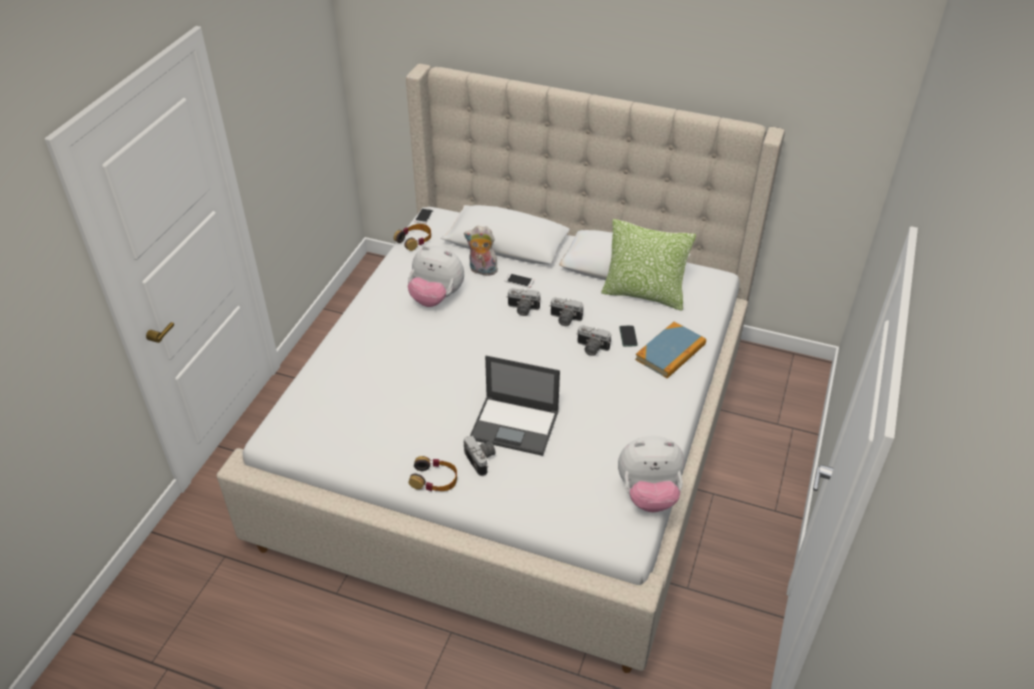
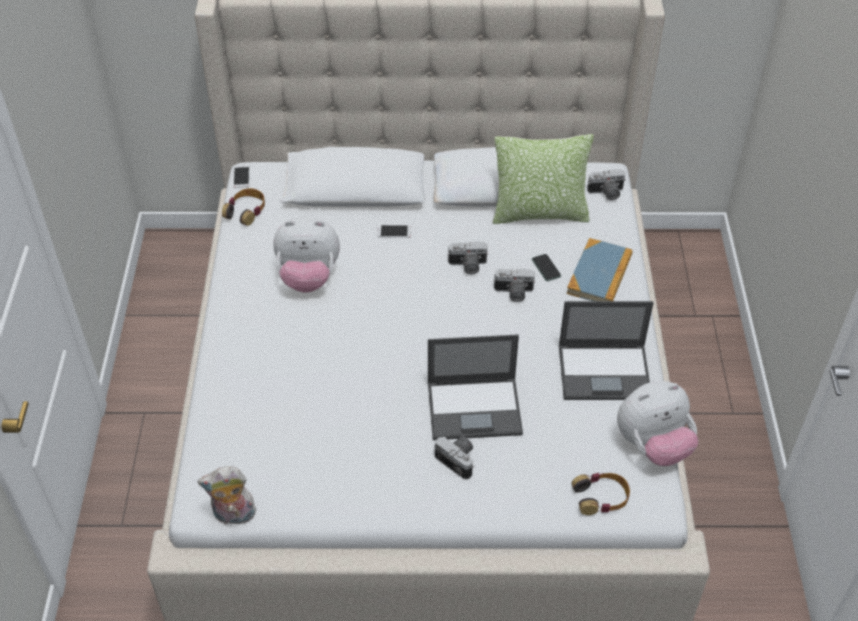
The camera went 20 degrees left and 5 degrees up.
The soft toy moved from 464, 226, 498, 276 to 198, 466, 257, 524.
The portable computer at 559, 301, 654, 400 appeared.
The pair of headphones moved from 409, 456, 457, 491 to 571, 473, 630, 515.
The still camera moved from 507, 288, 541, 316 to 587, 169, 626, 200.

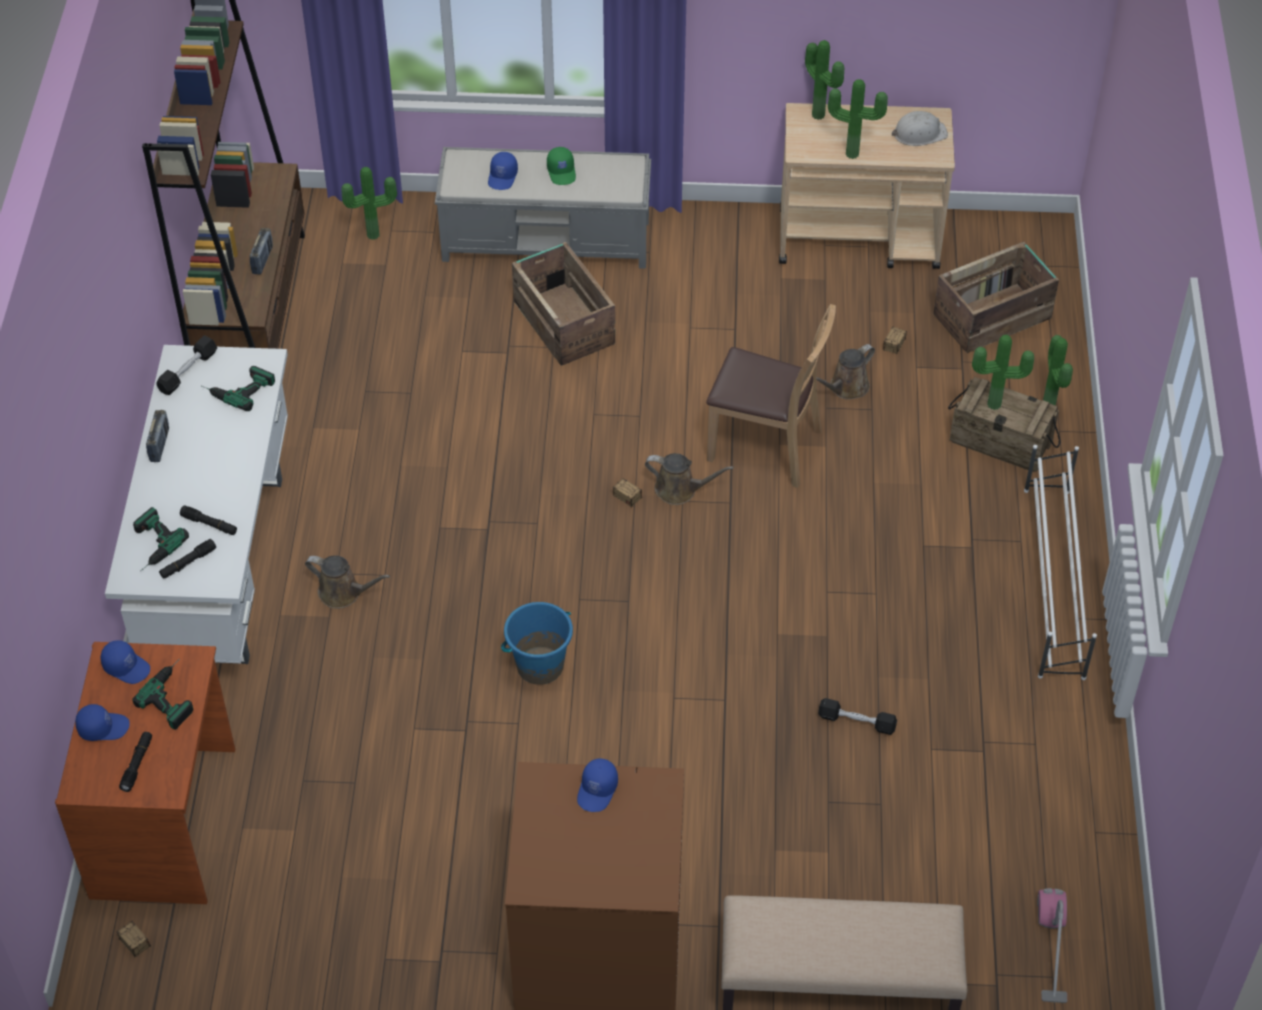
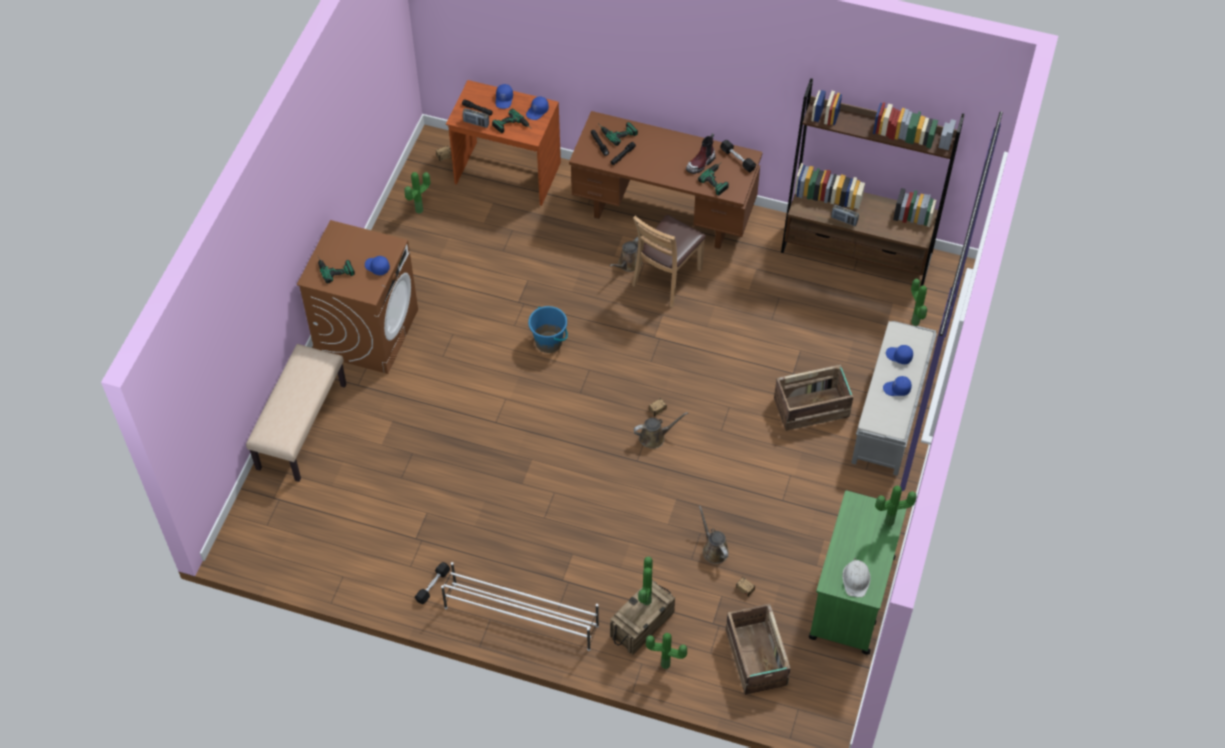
The camera went 105 degrees right and 5 degrees up.
The power drill at 318, 257, 355, 283 appeared.
The plant in a pot moved from 828, 79, 888, 159 to 404, 172, 431, 214.
The black-coloured dumbbell moved from 818, 698, 897, 735 to 415, 562, 450, 604.
The radio set moved from 146, 410, 169, 462 to 463, 108, 489, 128.
The white-coloured desk table at 105, 345, 288, 664 became the brown-coloured desk table at 569, 111, 762, 249.
The brown-coloured chair moved from 706, 304, 836, 488 to 632, 215, 706, 307.
The brown-coloured watering can at 645, 453, 734, 505 turned 135 degrees counterclockwise.
The boot at 686, 133, 716, 174 appeared.
The beige-coloured trolley at 779, 103, 955, 269 became the greenish trolley at 809, 490, 907, 655.
The greenish baseball cap at 547, 147, 576, 185 became the blue baseball cap at 883, 376, 912, 396.
The vacuum at 1037, 888, 1067, 1003 disappeared.

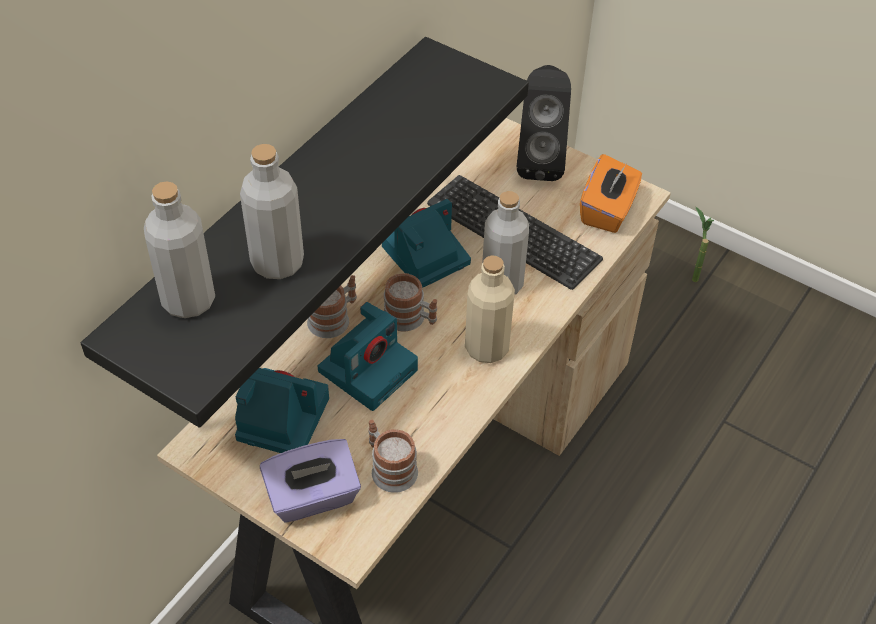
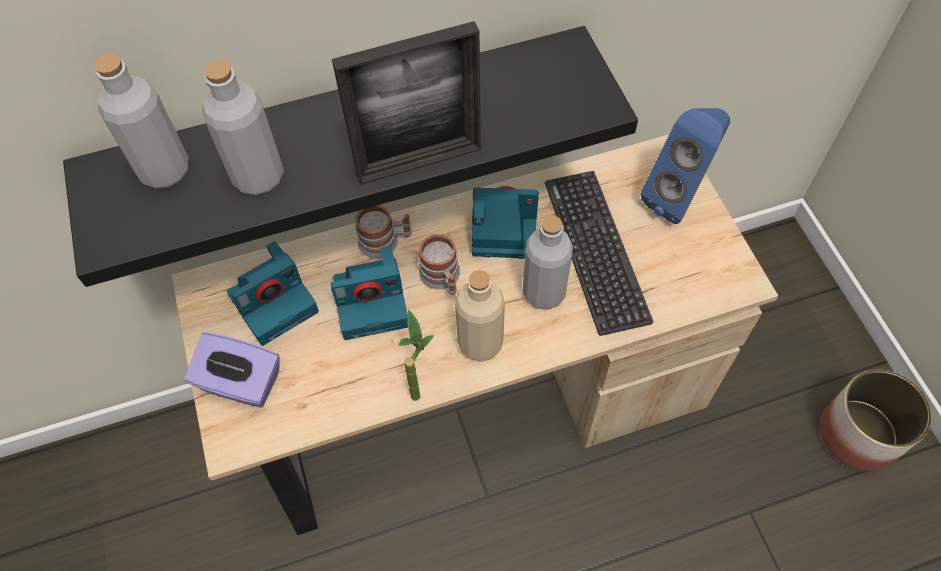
The camera went 40 degrees right and 10 degrees up.
The still camera at 235, 368, 329, 453 turned 90 degrees clockwise.
The picture frame at 332, 21, 481, 185 appeared.
The plant in a pot moved from 692, 207, 714, 282 to 399, 310, 434, 401.
The black-coloured audio speaker at 517, 65, 571, 181 became the blue audio speaker at 640, 108, 730, 224.
The flower pot at 820, 370, 931, 471 appeared.
The coffee mug at 368, 419, 418, 493 disappeared.
The orange-coloured tissue box at 580, 154, 642, 233 disappeared.

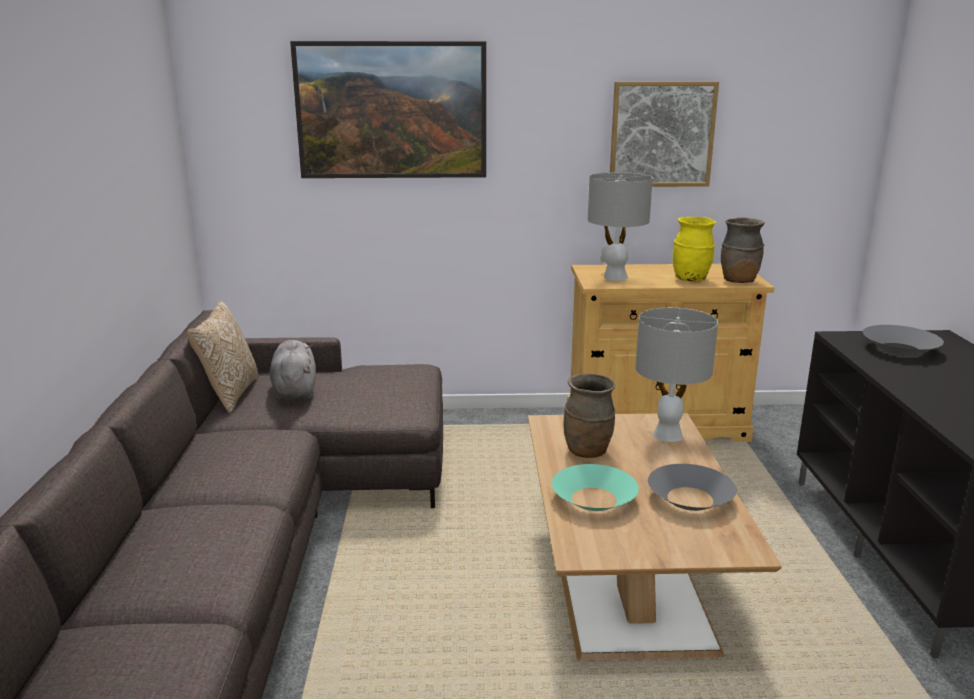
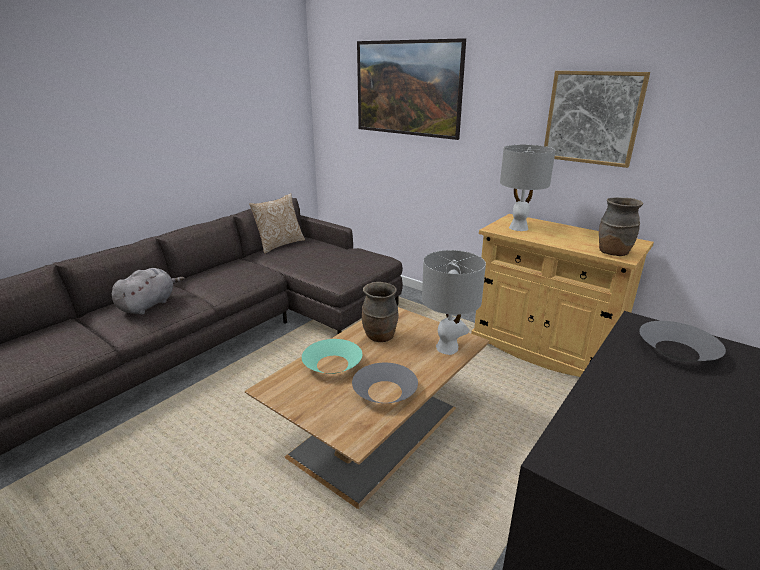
The camera went 40 degrees right and 5 degrees up.
The grey soft toy moved from 270, 340, 316, 400 to 112, 268, 185, 315.
The yellowish decorative vase at 673, 217, 716, 281 disappeared.

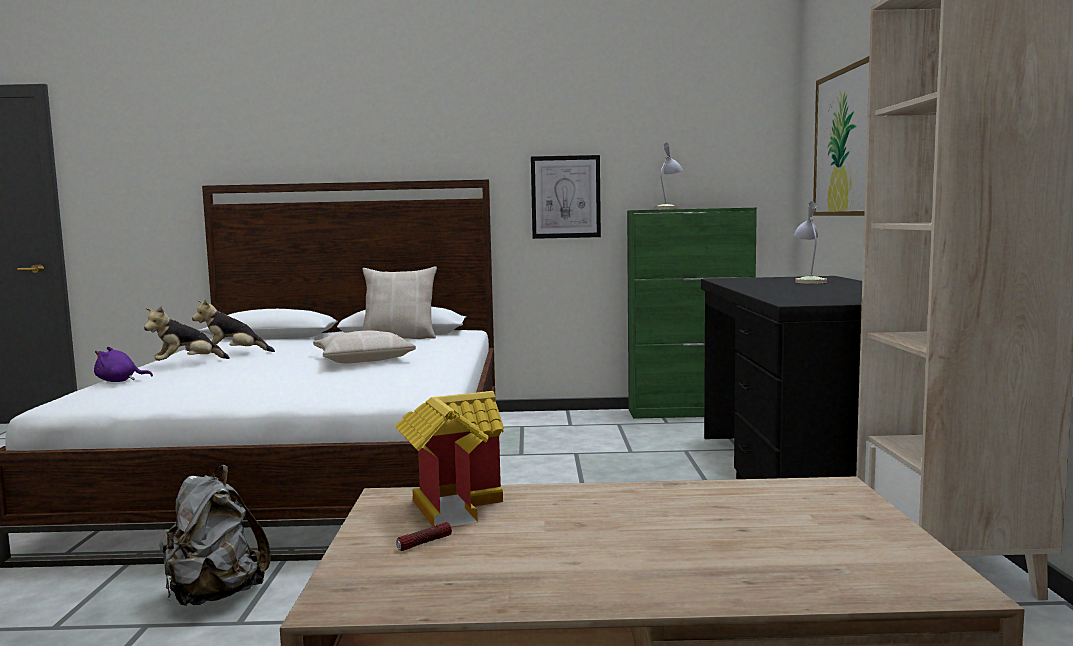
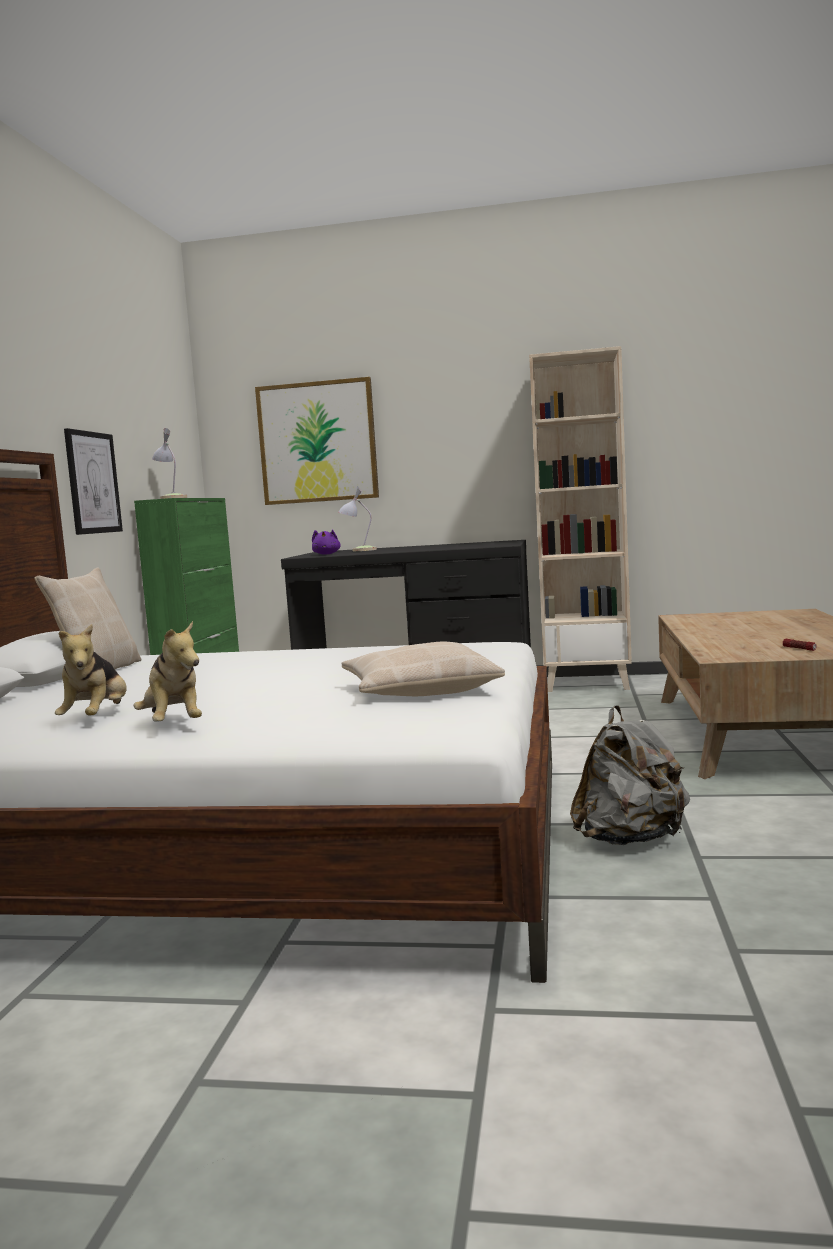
The camera went 80 degrees left and 0 degrees up.
The purplish soft toy moved from 94, 347, 153, 382 to 312, 530, 341, 555.
The beige-coloured cushion moved from 313, 330, 416, 363 to 341, 642, 505, 696.
The model house at 395, 391, 504, 527 disappeared.

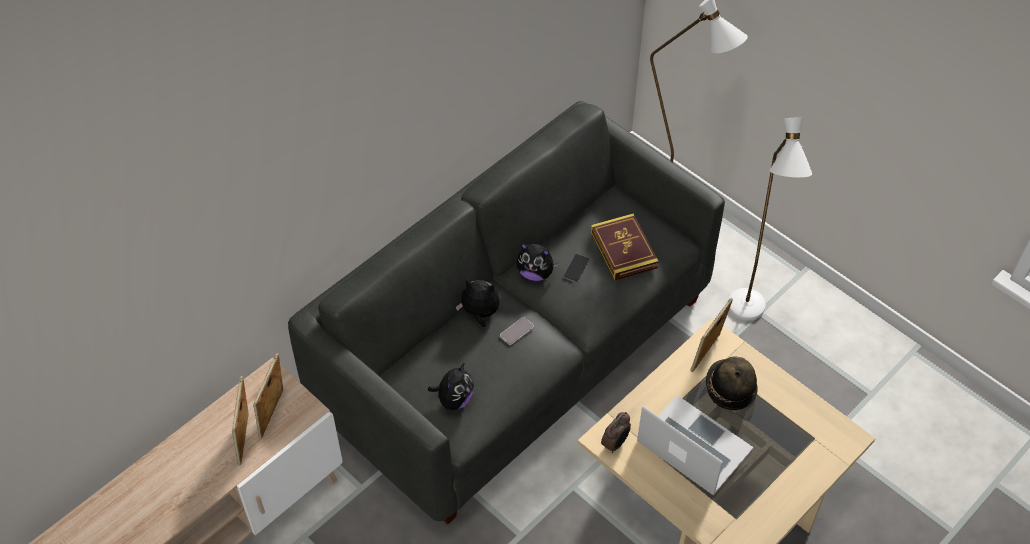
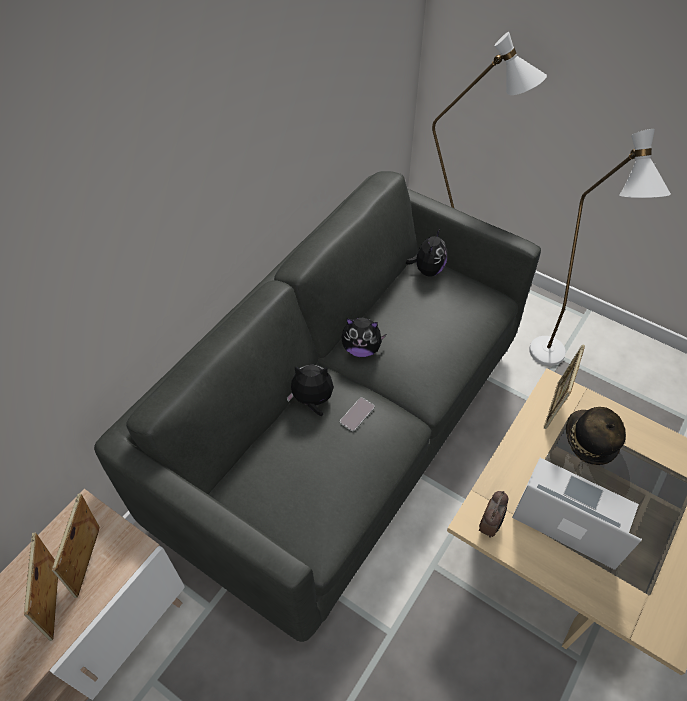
The camera went 10 degrees left and 0 degrees up.
The soft toy moved from 428, 363, 474, 410 to 406, 229, 447, 277.
The telephone at 564, 254, 589, 282 disappeared.
The book at 591, 214, 659, 280 disappeared.

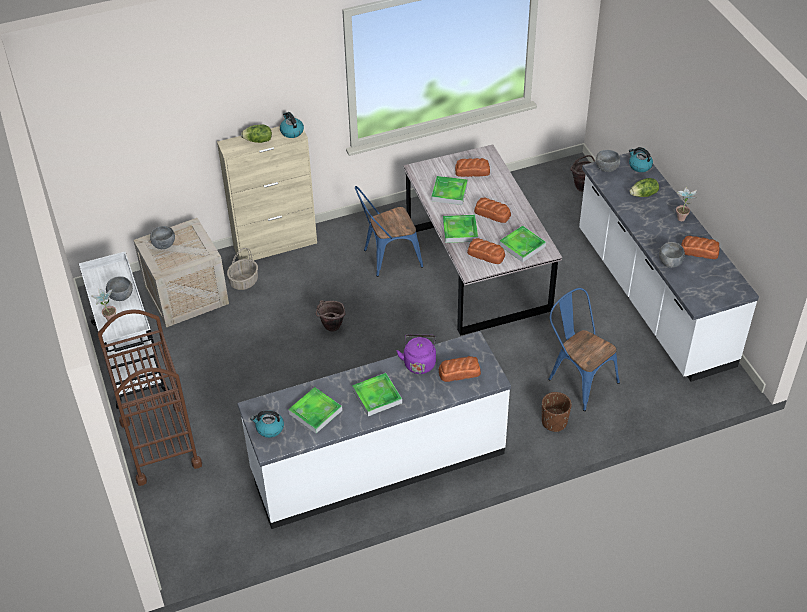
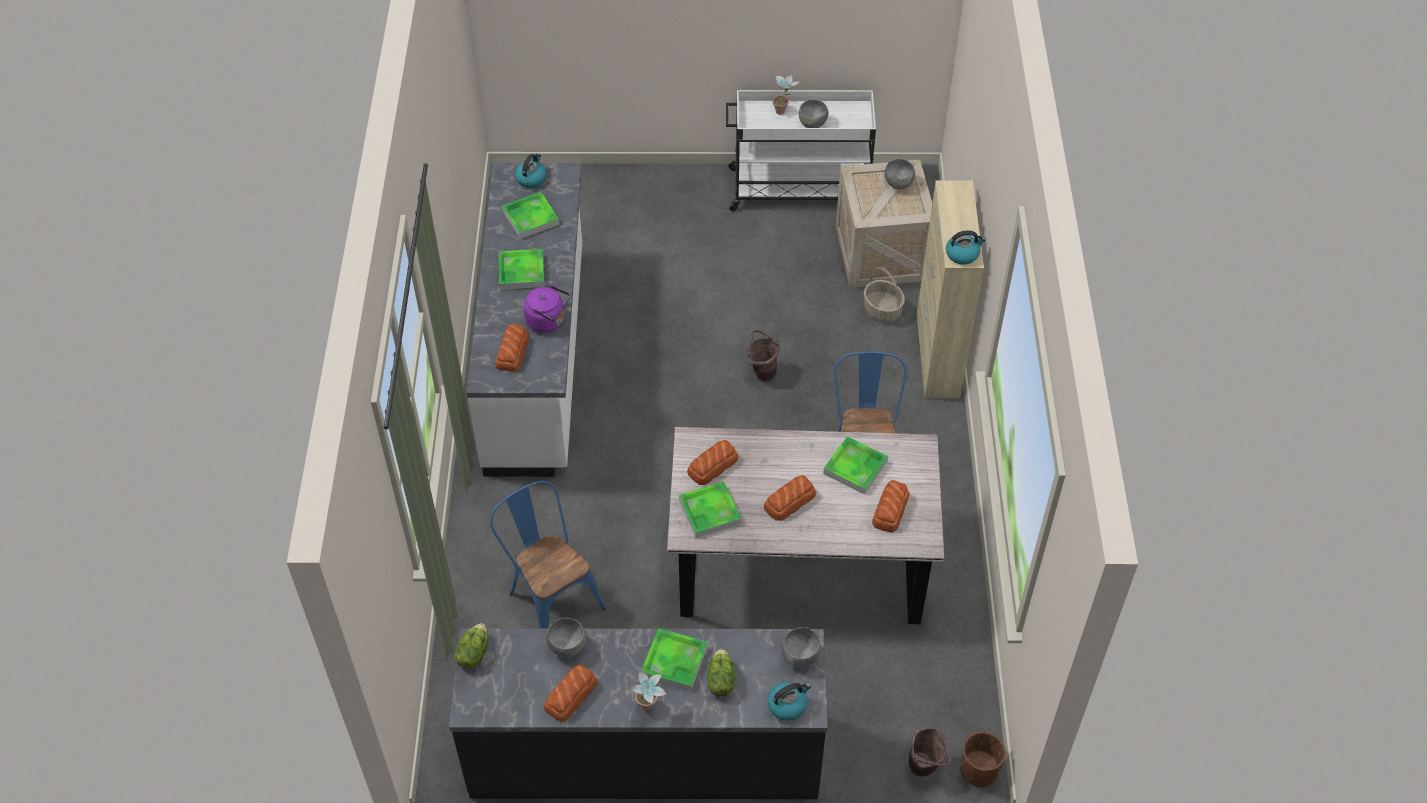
The camera went 110 degrees right and 5 degrees up.
The white-coloured kitchen base unit at 579, 150, 759, 382 became the black-coloured kitchen base unit at 449, 628, 828, 799.
The lettuce moved from 241, 124, 272, 143 to 454, 623, 488, 669.
The blue chair at 548, 288, 620, 411 turned 105 degrees counterclockwise.
The tray moved from 443, 215, 478, 243 to 641, 628, 708, 691.
The brown-coloured flower pot moved from 542, 392, 572, 432 to 961, 732, 1006, 787.
The brown-coloured trolley at 98, 309, 202, 486 disappeared.

